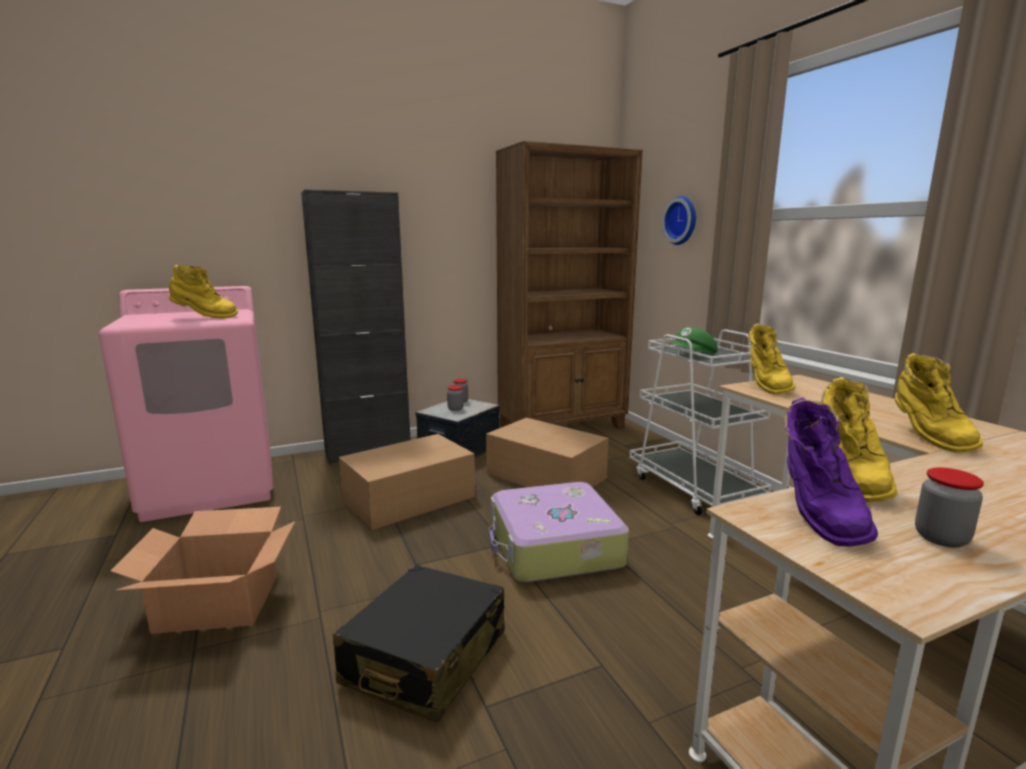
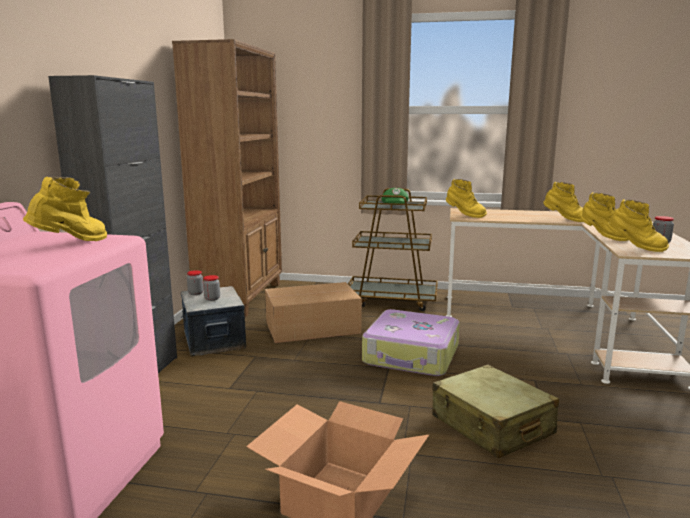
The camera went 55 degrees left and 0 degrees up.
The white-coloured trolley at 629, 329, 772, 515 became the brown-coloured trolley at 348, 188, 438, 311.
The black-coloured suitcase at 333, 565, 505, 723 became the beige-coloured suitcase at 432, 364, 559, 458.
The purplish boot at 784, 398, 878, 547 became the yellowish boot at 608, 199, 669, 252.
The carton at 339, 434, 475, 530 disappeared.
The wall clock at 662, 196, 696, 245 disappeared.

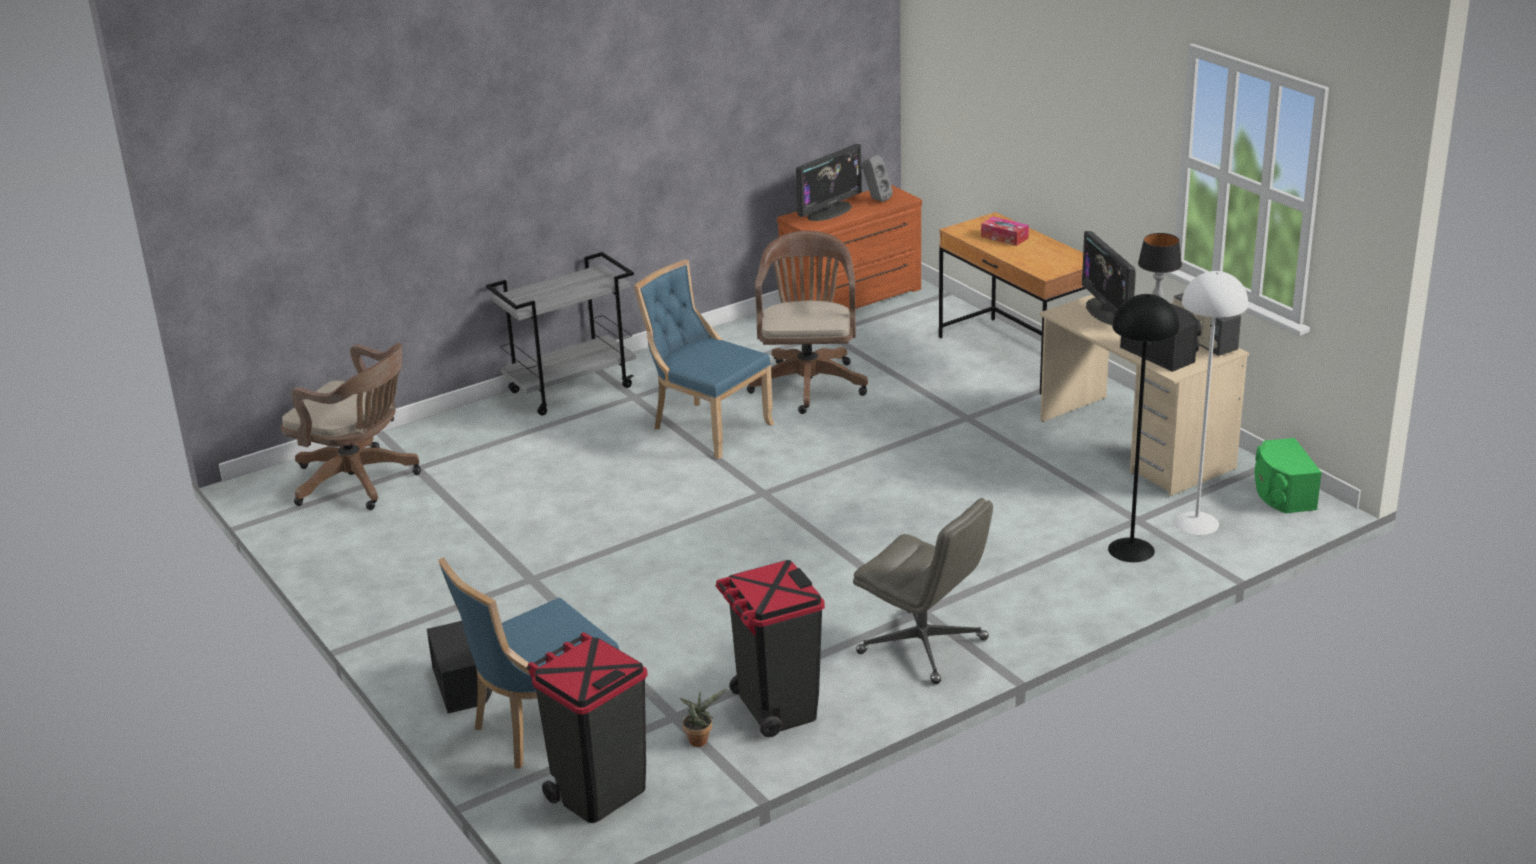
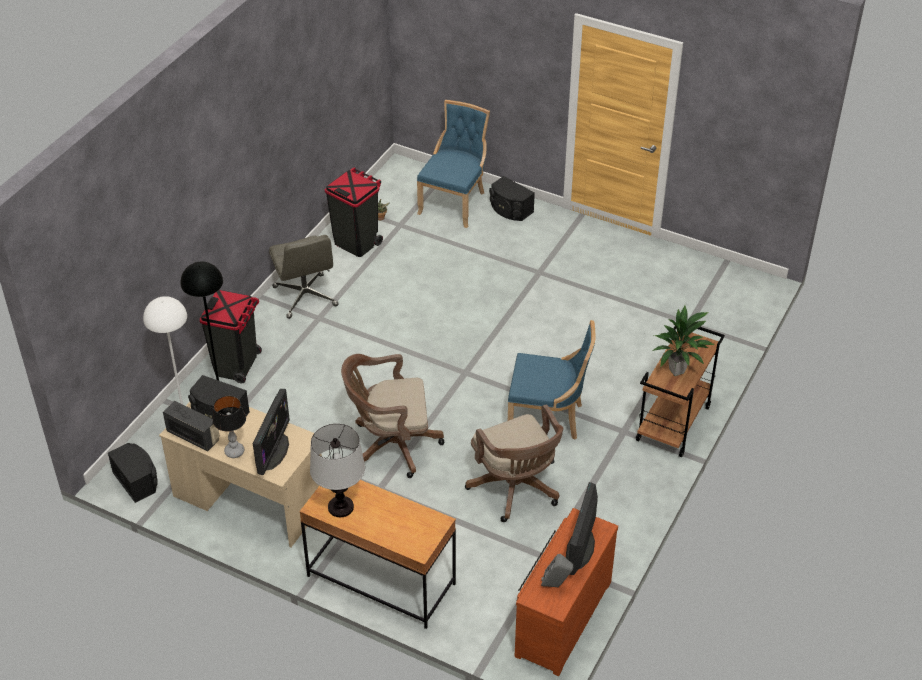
The camera went 150 degrees right and 15 degrees up.
The greenish audio speaker at 1255, 438, 1322, 513 became the black-coloured audio speaker at 108, 443, 158, 503.
The black-coloured rubbish bin moved from 527, 632, 648, 823 to 200, 290, 262, 383.
The computer screen at 1082, 231, 1136, 325 turned 60 degrees clockwise.
The grey office chair at 853, 498, 993, 684 turned 120 degrees counterclockwise.
The lamp for a table at 310, 424, 365, 517 appeared.
The brown-coloured office chair moved from 281, 343, 421, 510 to 341, 354, 444, 478.
The grey trolley at 486, 252, 636, 416 became the brown-coloured trolley at 635, 326, 725, 457.
The plant in a pot at 652, 306, 715, 376 appeared.
The tissue box at 981, 217, 1029, 246 disappeared.

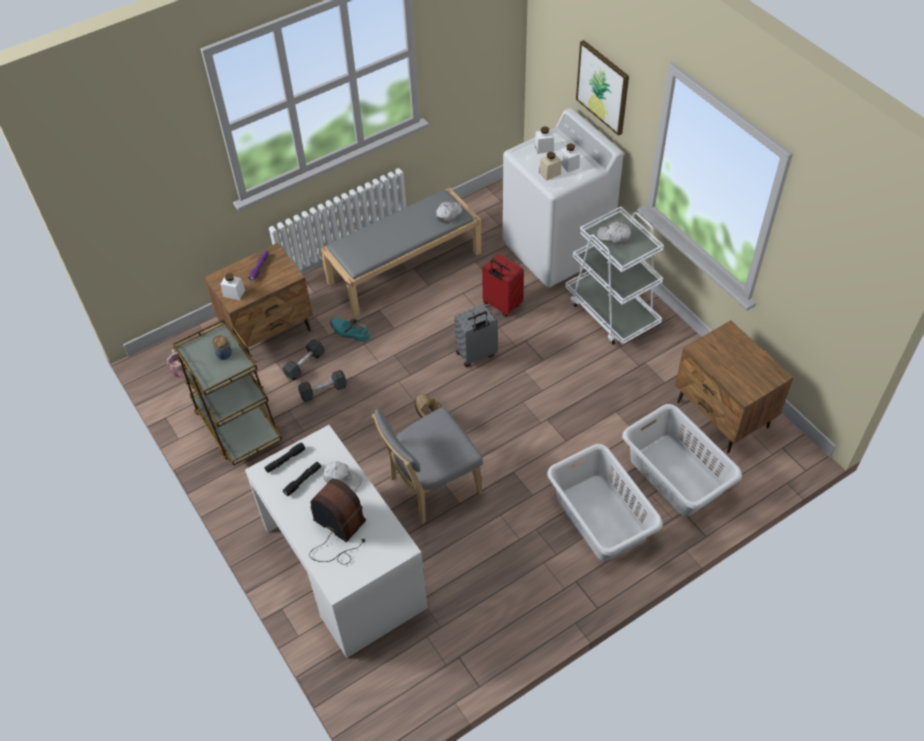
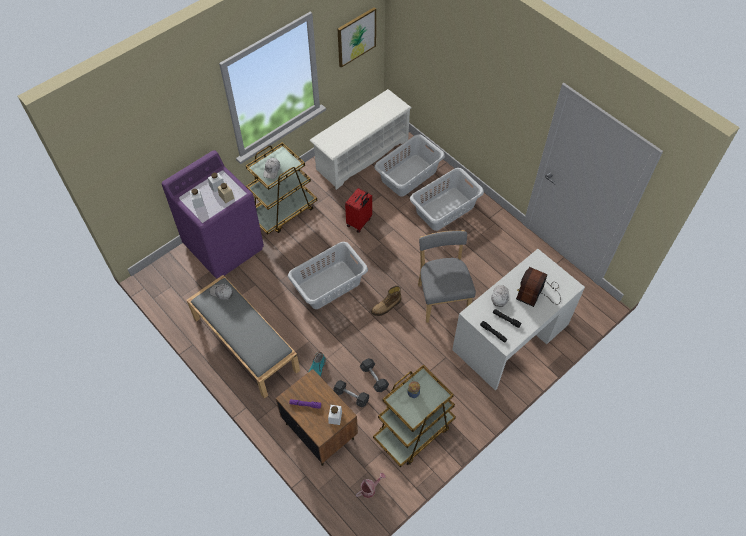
The camera went 100 degrees left and 5 degrees up.
The white-coloured laundry appliance at 503, 108, 623, 287 became the purplish laundry appliance at 162, 150, 264, 279.
The white-coloured trolley at 565, 206, 664, 345 became the brown-coloured trolley at 246, 142, 317, 235.
The grey suitcase at 454, 304, 497, 367 was replaced by the grey hamper at 288, 242, 368, 309.
The brown-coloured bedside table at 675, 320, 794, 453 was replaced by the white-coloured shoe shelf at 310, 89, 412, 190.
The wall picture moved from 576, 40, 629, 136 to 338, 7, 376, 68.
The red-coloured suitcase moved from 482, 254, 524, 317 to 345, 188, 372, 233.
The grey chair at 371, 407, 483, 524 turned 150 degrees counterclockwise.

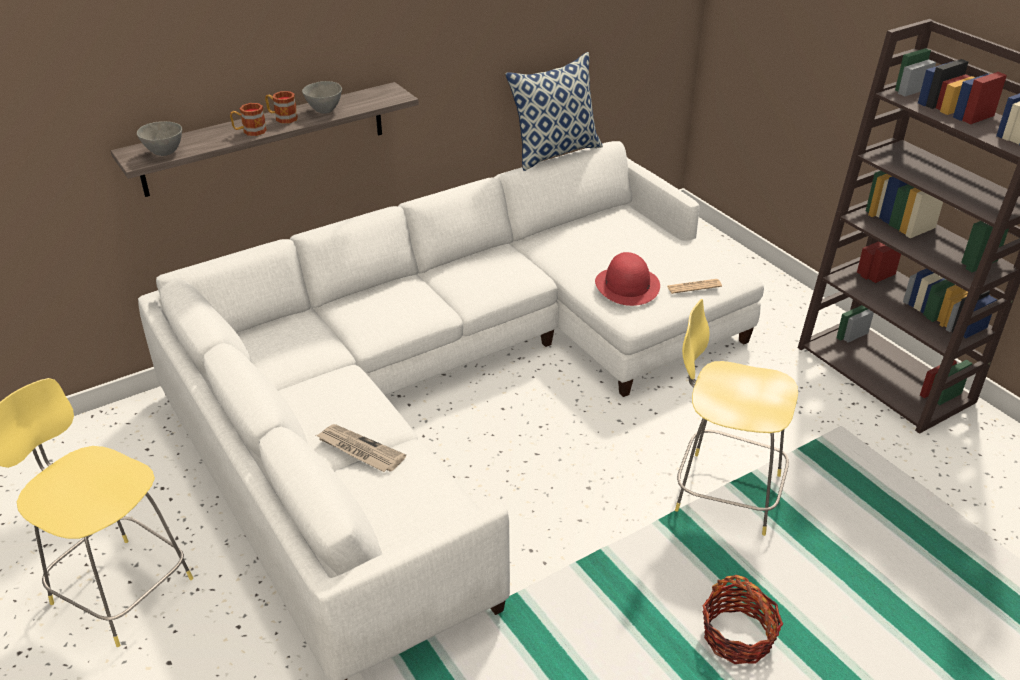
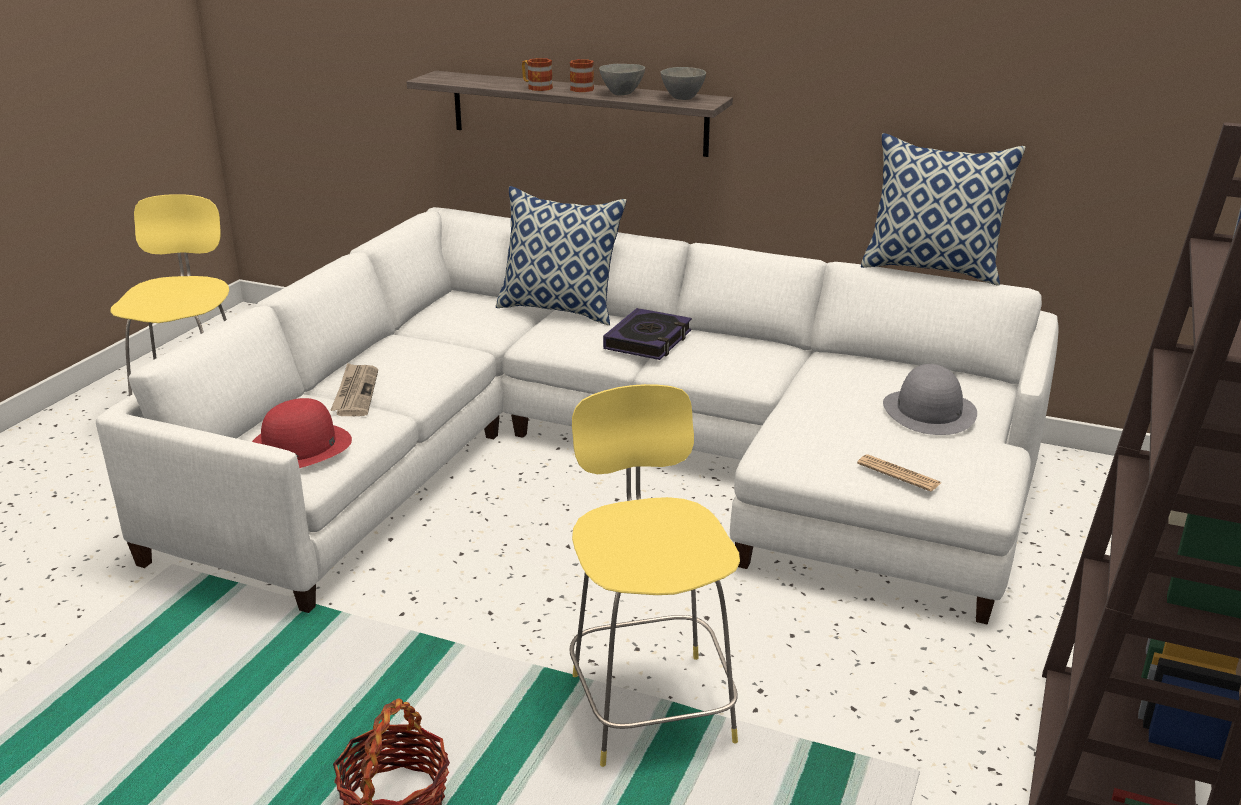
The camera went 55 degrees right and 10 degrees down.
The red-coloured hat moved from 595, 252, 660, 306 to 252, 398, 352, 468.
The cushion at 496, 186, 627, 325 appeared.
The book at 603, 308, 692, 360 appeared.
The grey serving bowl moved from 137, 121, 182, 156 to 660, 67, 706, 100.
The grey hat at 883, 364, 977, 435 appeared.

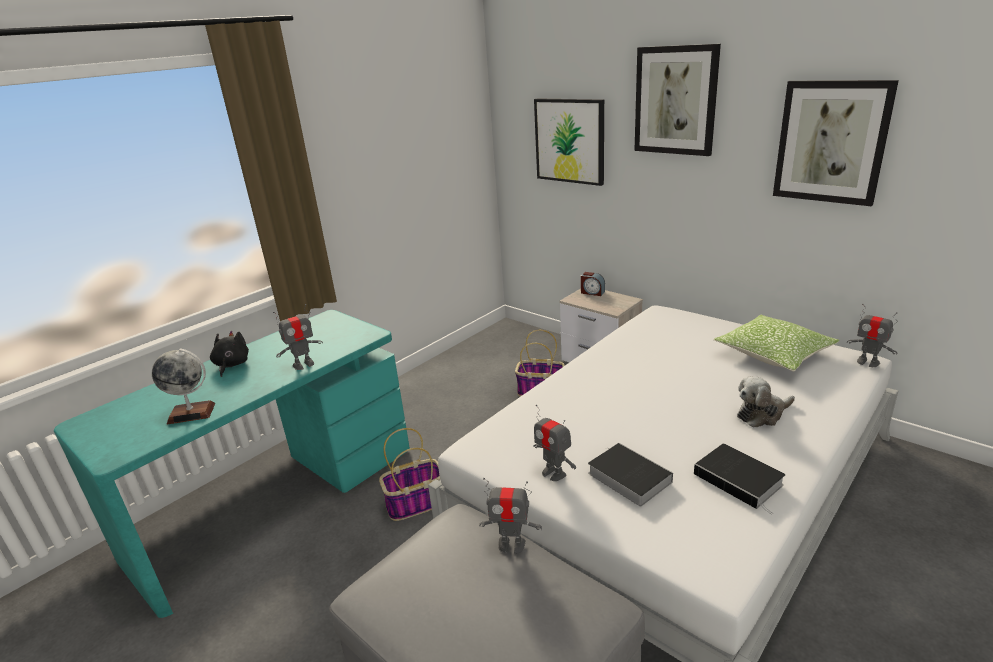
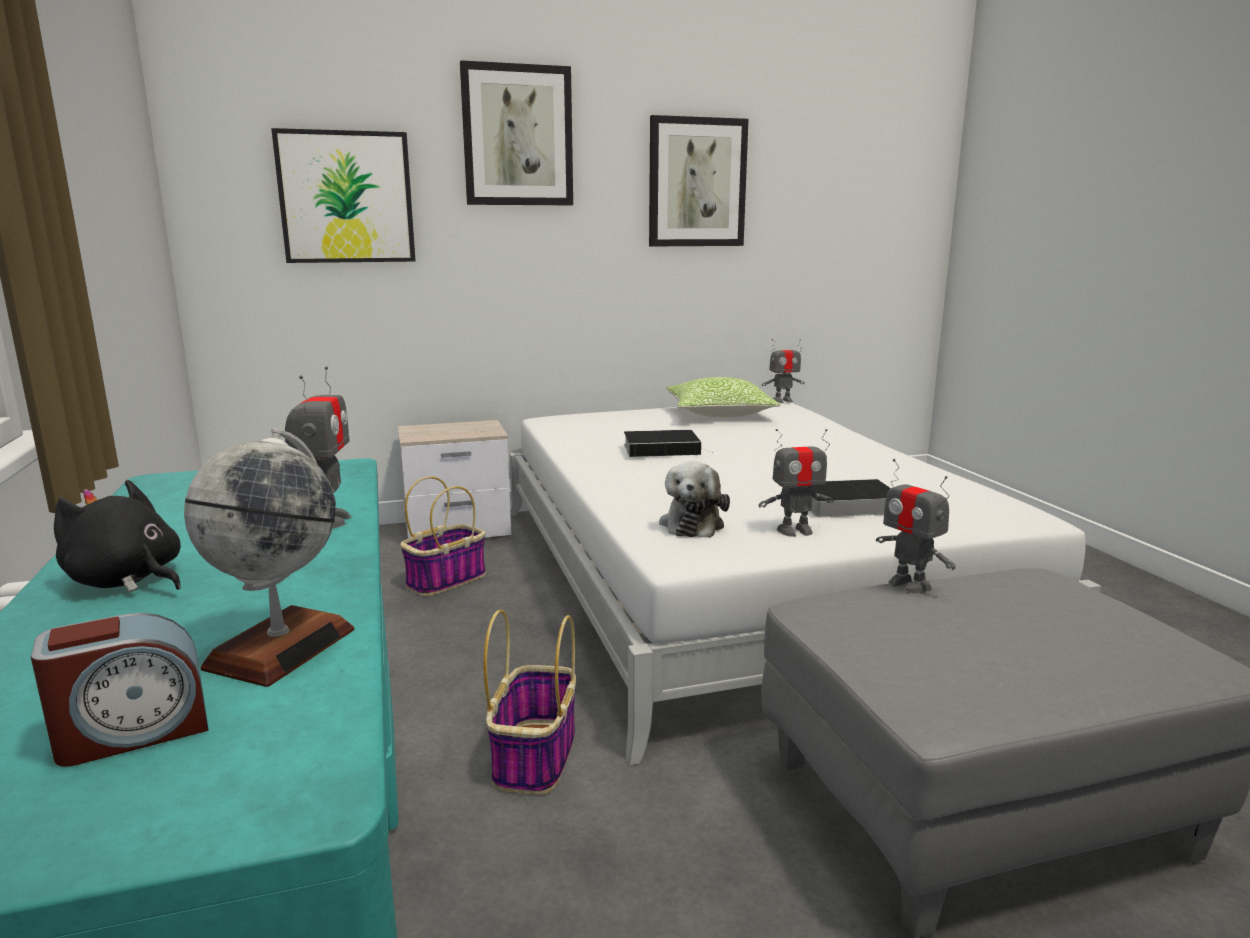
The camera went 60 degrees left and 10 degrees down.
The table clock moved from 581, 272, 605, 296 to 31, 613, 209, 767.
The book moved from 694, 444, 785, 515 to 624, 430, 714, 457.
The soft toy moved from 737, 376, 795, 427 to 659, 461, 730, 538.
The robot figure at 479, 478, 542, 554 turned 105 degrees clockwise.

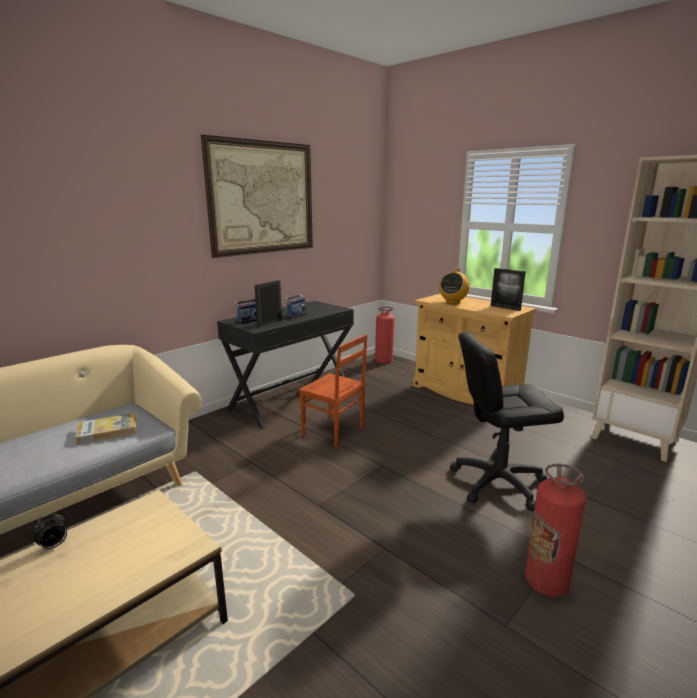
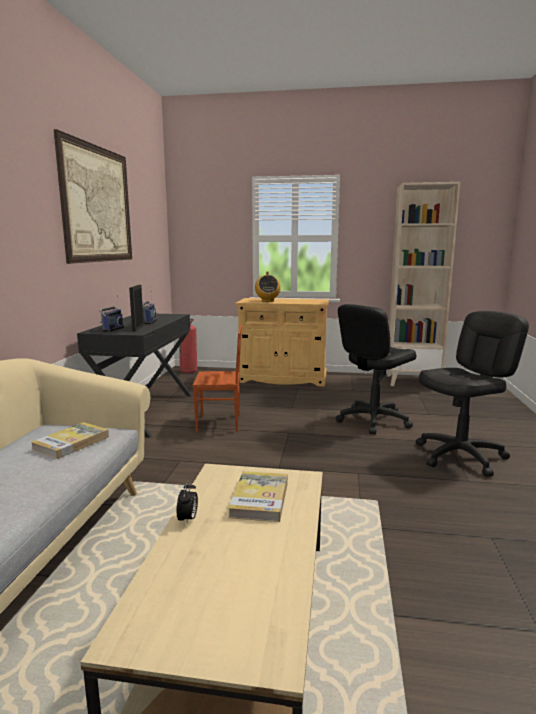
The camera went 35 degrees left and 5 degrees down.
The book at 228, 471, 288, 522 appeared.
The fire-fighting cylinder at 525, 463, 586, 597 was replaced by the black-coloured office chair at 416, 311, 529, 477.
The picture frame at 491, 268, 526, 311 disappeared.

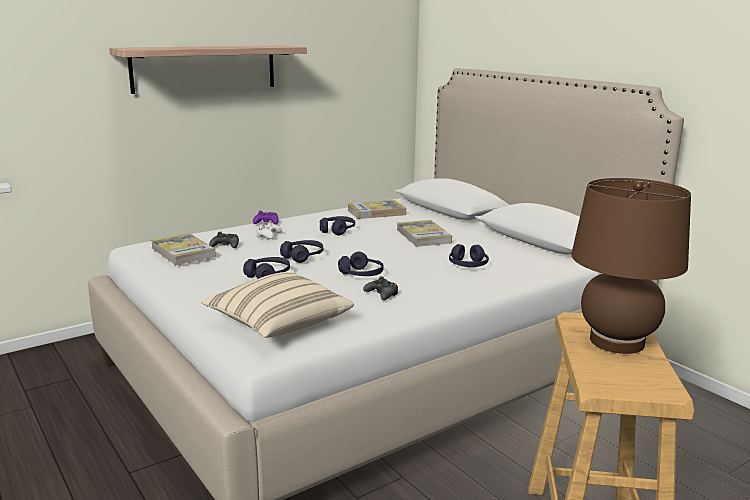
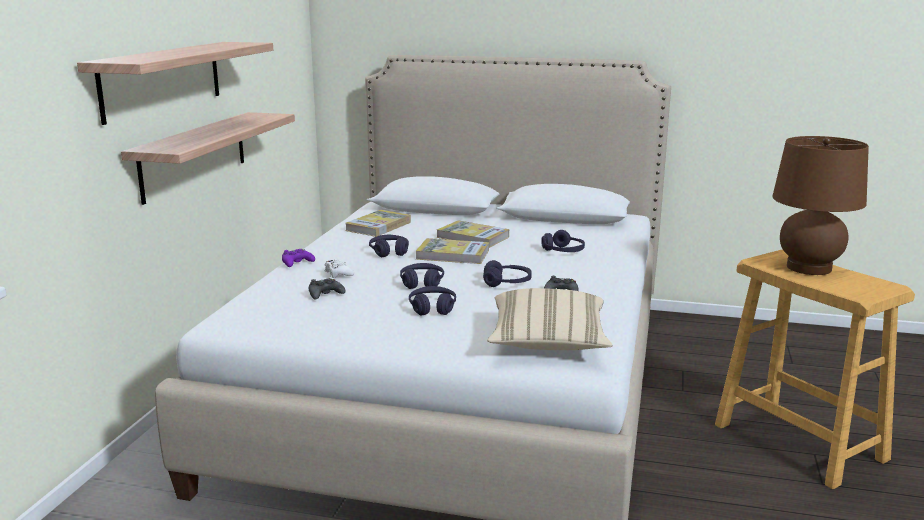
The camera went 40 degrees left and 0 degrees up.
The bracket shelf at 121, 112, 295, 205 appeared.
The book moved from 151, 233, 216, 265 to 416, 238, 489, 264.

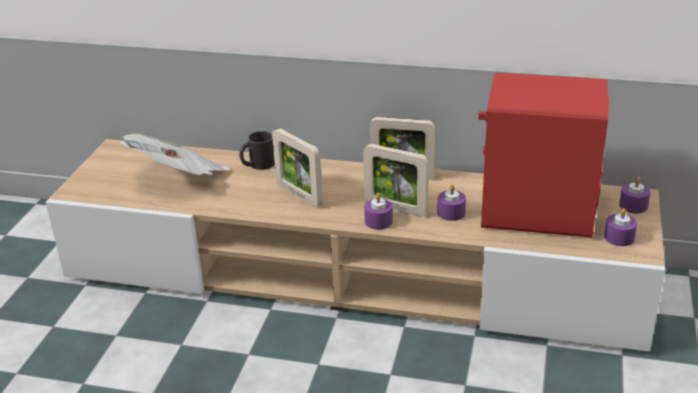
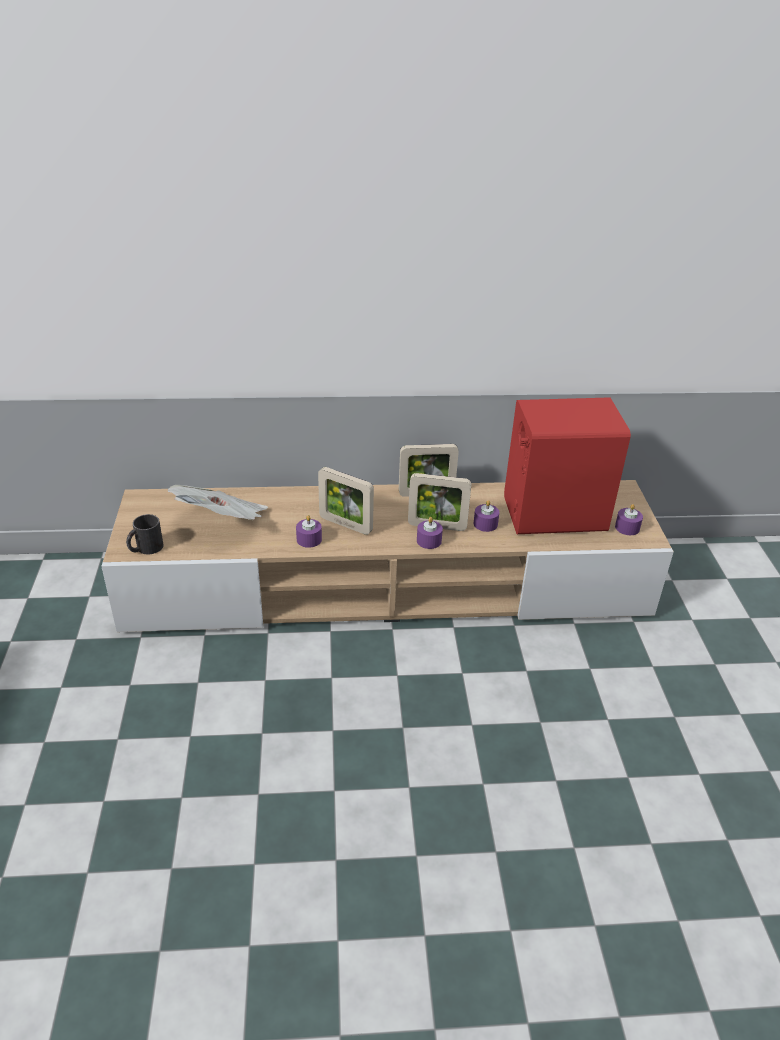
The camera went 20 degrees left and 5 degrees up.
The black-coloured coffee mug moved from 239, 131, 275, 170 to 126, 514, 163, 554.
The purplish wax candle moved from 619, 177, 651, 213 to 296, 515, 322, 548.

